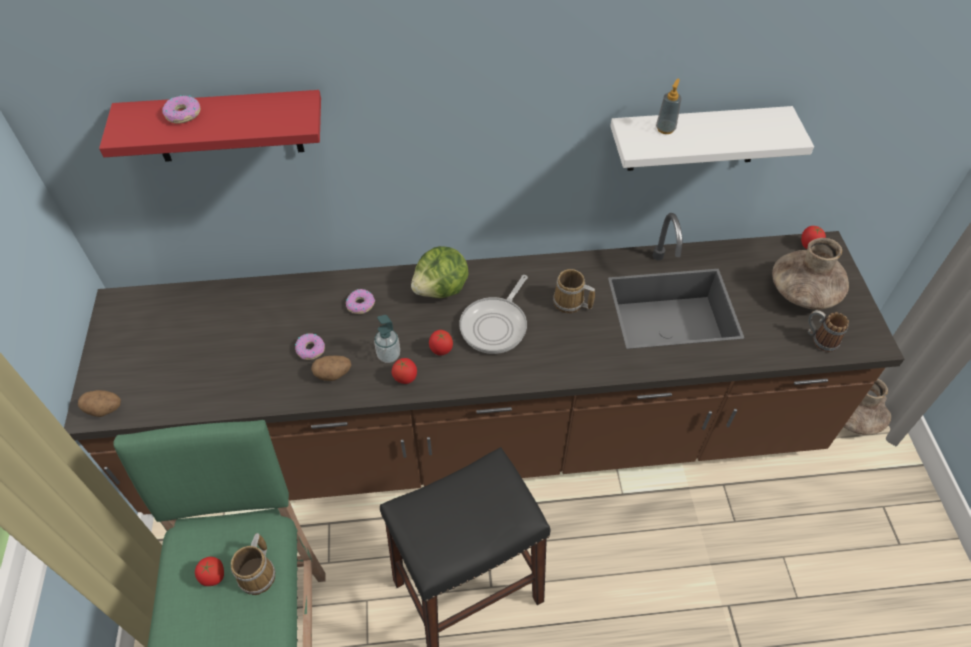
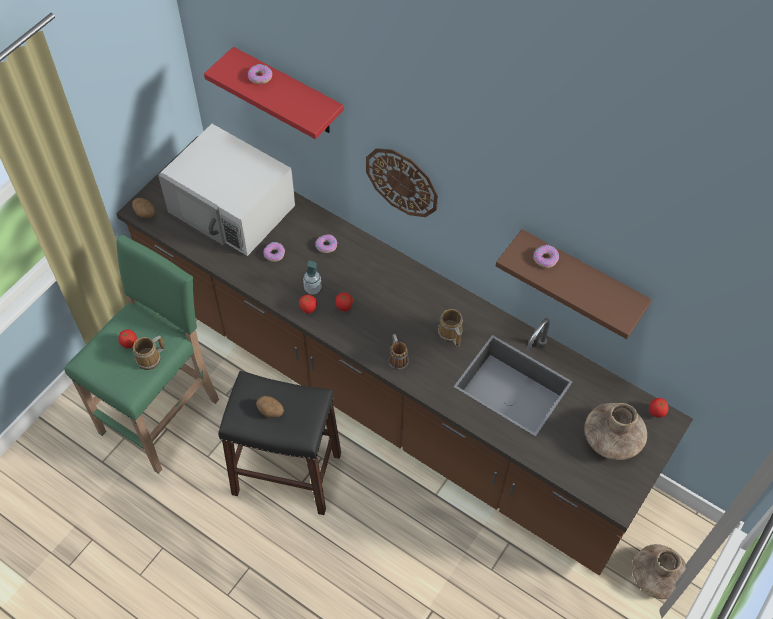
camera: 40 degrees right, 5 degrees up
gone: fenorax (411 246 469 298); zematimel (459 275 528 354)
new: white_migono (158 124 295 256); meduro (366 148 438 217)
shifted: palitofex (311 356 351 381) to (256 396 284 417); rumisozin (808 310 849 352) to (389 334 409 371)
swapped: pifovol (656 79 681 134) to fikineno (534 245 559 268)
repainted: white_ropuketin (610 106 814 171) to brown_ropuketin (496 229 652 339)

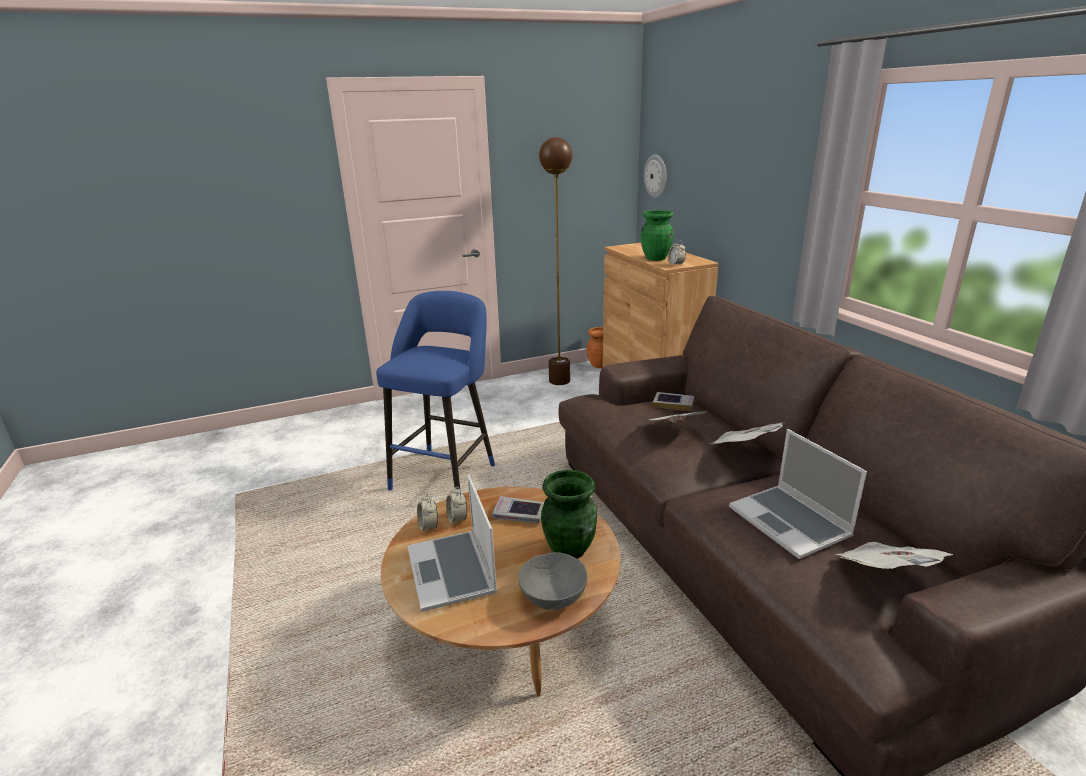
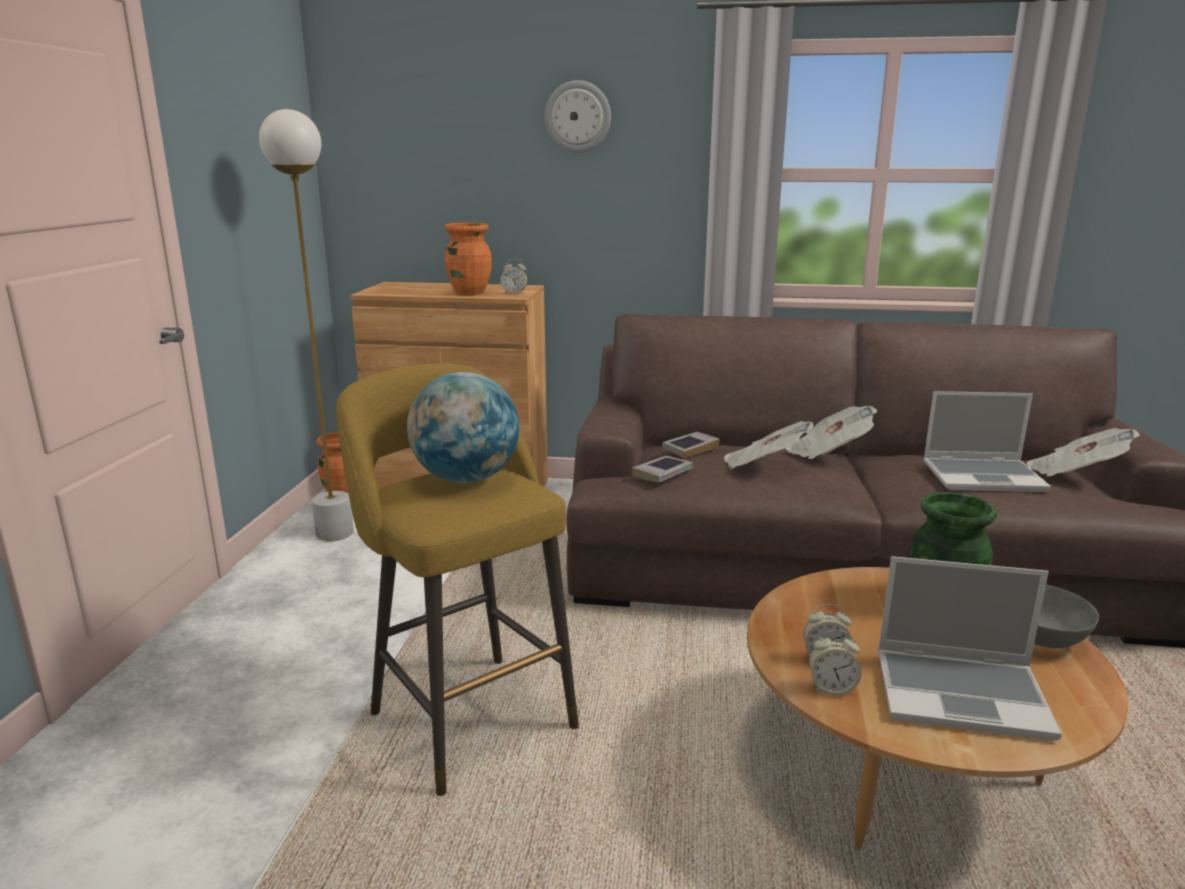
camera: 60 degrees left, 5 degrees down
new: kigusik (407 372 520 483)
shifted: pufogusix (492 496 544 524) to (632 456 693 482); meduro (644 154 667 198) to (545 80 611 152)
repainted: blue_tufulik (376 291 495 494) to yellow_tufulik (336 364 579 796); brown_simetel (539 137 572 385) to white_simetel (259 109 354 541); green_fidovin (641 210 673 261) to orange_fidovin (445 223 492 295)

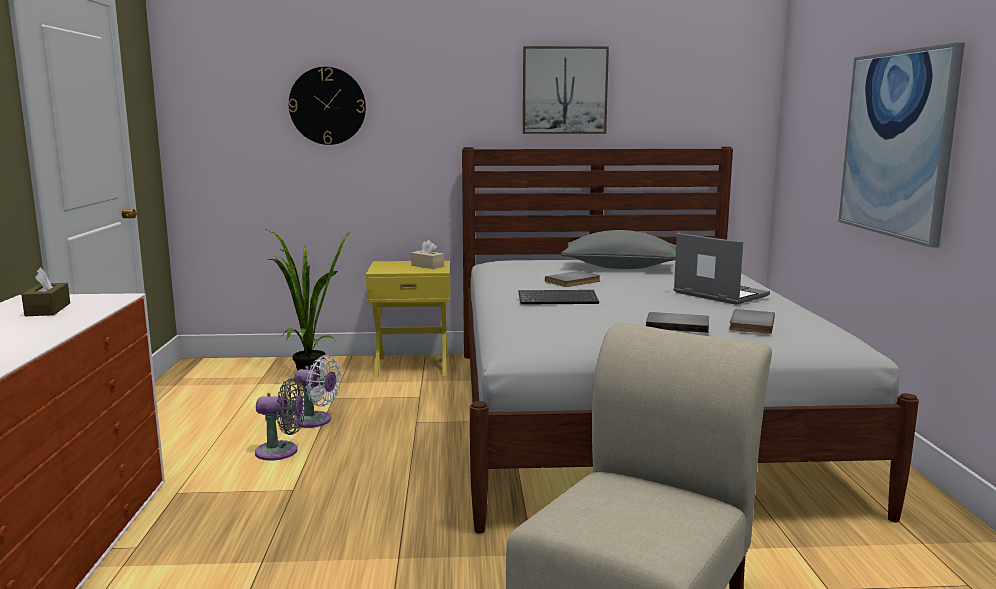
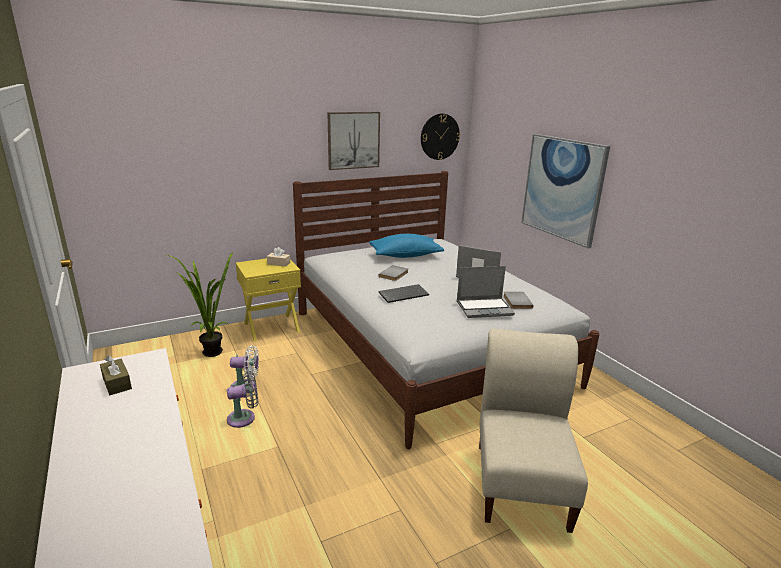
camera: 25 degrees left, 10 degrees up
shifted: meduro (289 67 366 145) to (421 114 460 160)
swapped: grey_pufogusix (646 312 709 333) to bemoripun (457 266 515 318)
repainted: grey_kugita (561 230 676 269) to blue_kugita (369 234 444 258)

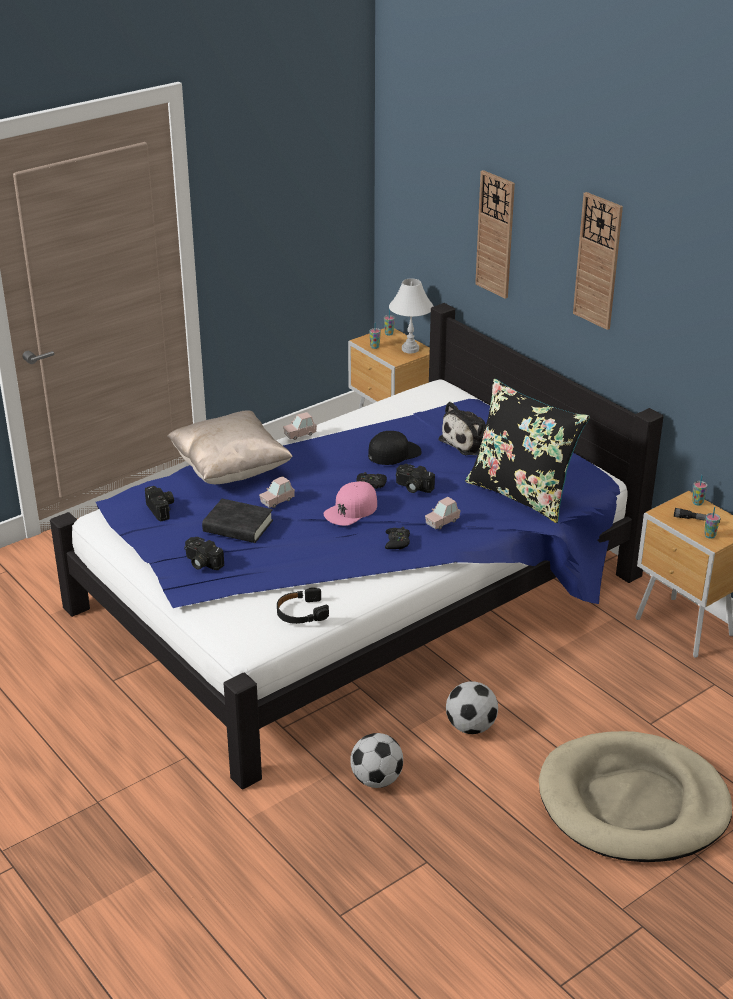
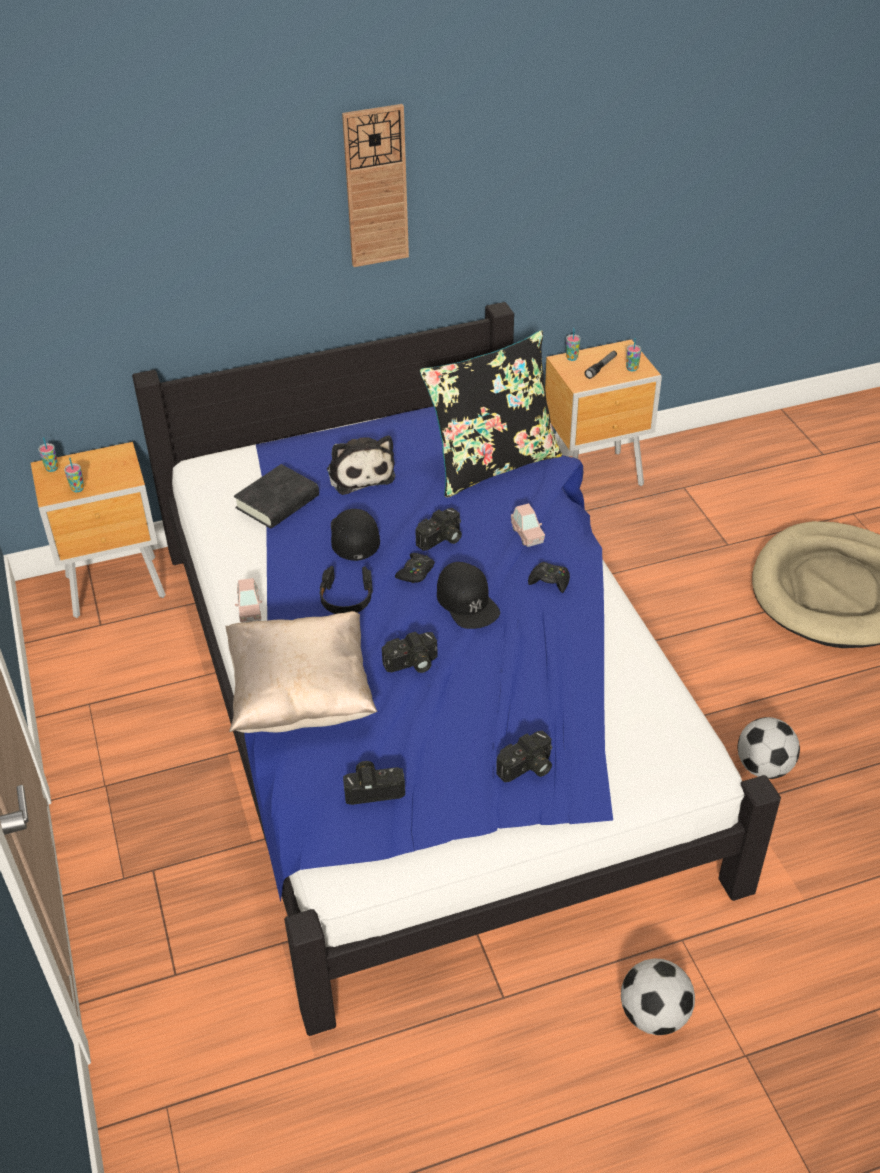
camera: 70 degrees left, 10 degrees up
gone: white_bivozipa (389 278 434 353); meduro (475 170 515 299)
shifted: black_pufogusix (202 499 273 543) to (234 464 319 528); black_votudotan (277 587 329 624) to (319 566 373 614); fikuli (446 681 498 734) to (621 958 695 1035)
swapped: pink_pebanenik (259 476 295 508) to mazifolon (382 632 438 673)
repainted: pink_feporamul (324 481 377 526) to black_feporamul (437 562 500 629)

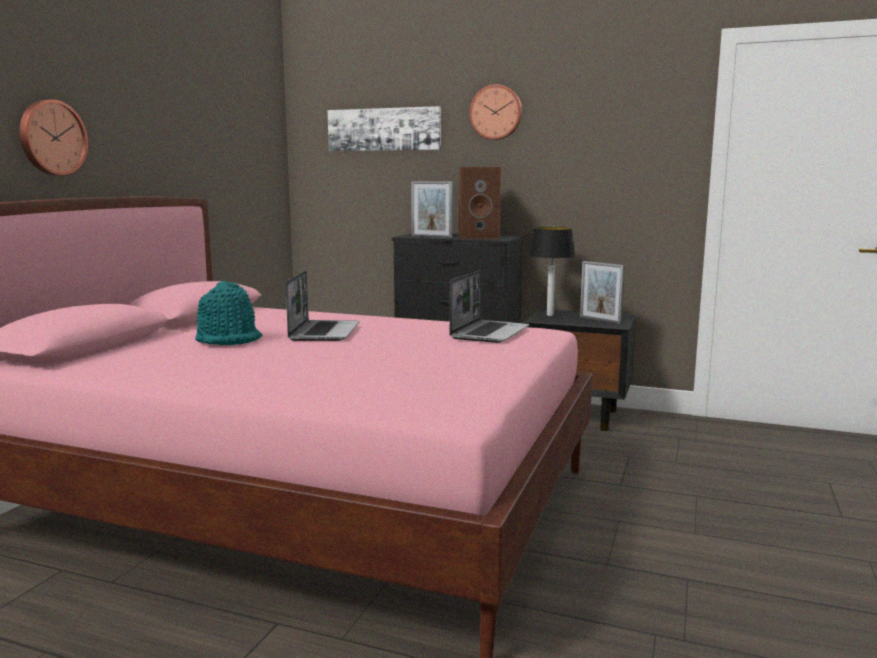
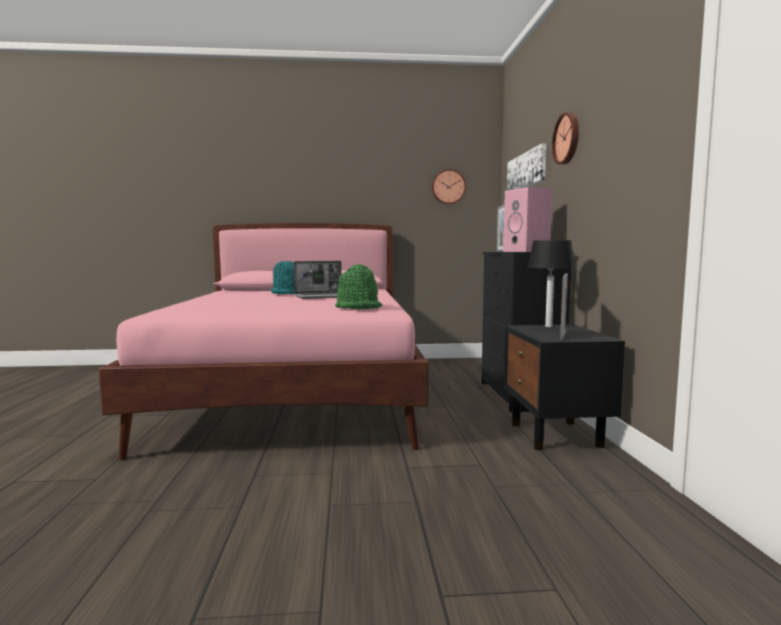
camera: 65 degrees right, 5 degrees down
shifted: meduro (19 99 88 176) to (432 169 466 205)
swapped: bemoripun (450 270 529 343) to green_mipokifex (335 264 382 309)
repainted: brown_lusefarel (459 167 501 239) to pink_lusefarel (503 187 552 252)

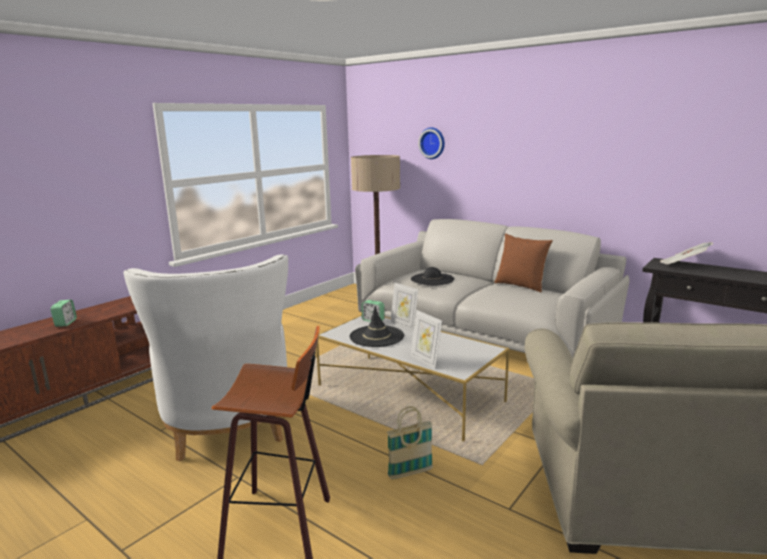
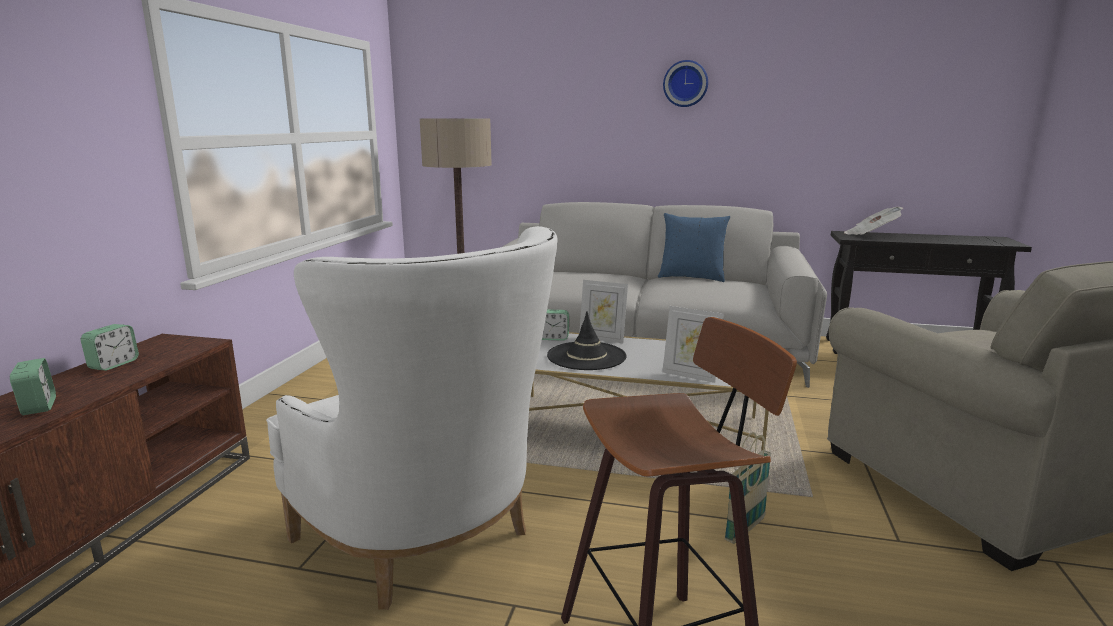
camera: 25 degrees left, 0 degrees up
gone: black_mipokifex (411 267 454 286)
new: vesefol (81 324 139 371)
shifted: meduro (418 127 445 159) to (663 60 708 107)
repainted: brown_kugita (494 234 553 293) to blue_kugita (658 213 730 282)

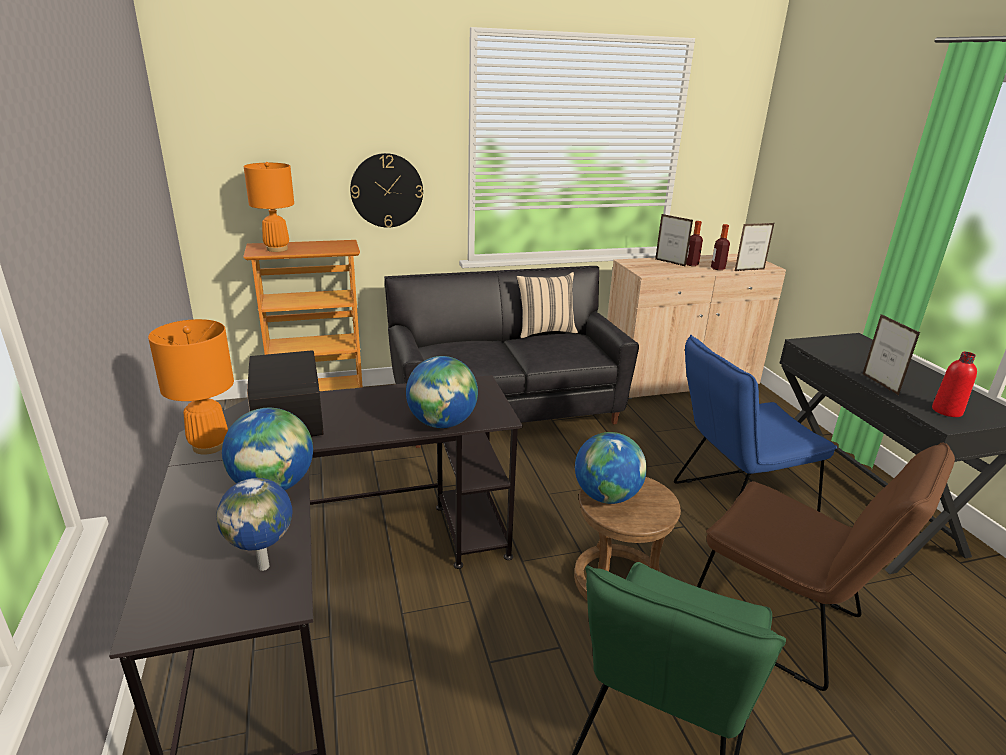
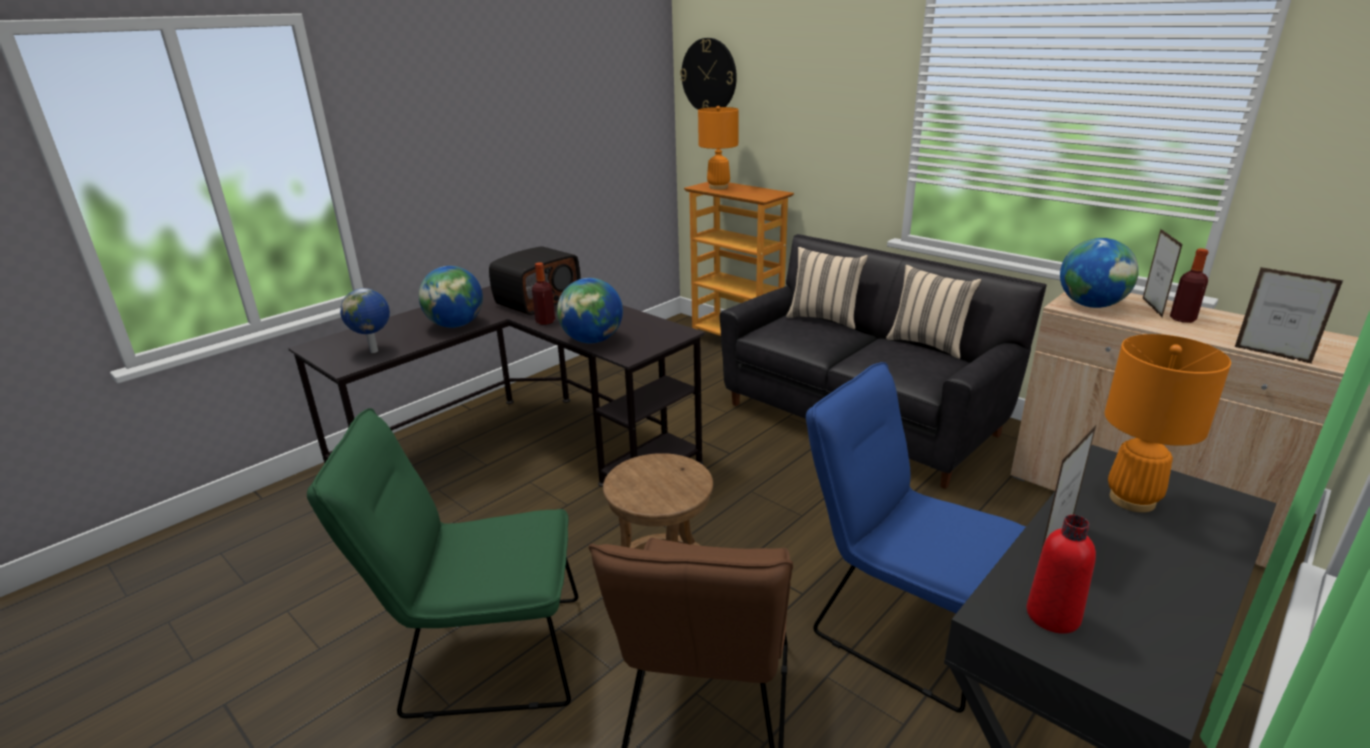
camera: 60 degrees right, 0 degrees up
new: beige_kugita (786 247 868 329)
shifted: orange_bivozipa (148 319 234 455) to (1105 334 1231 513); meduro (350 153 423 228) to (680 38 737 110); kigusik (575 432 647 504) to (1060 238 1139 308); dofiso (711 224 730 270) to (532 263 555 325)

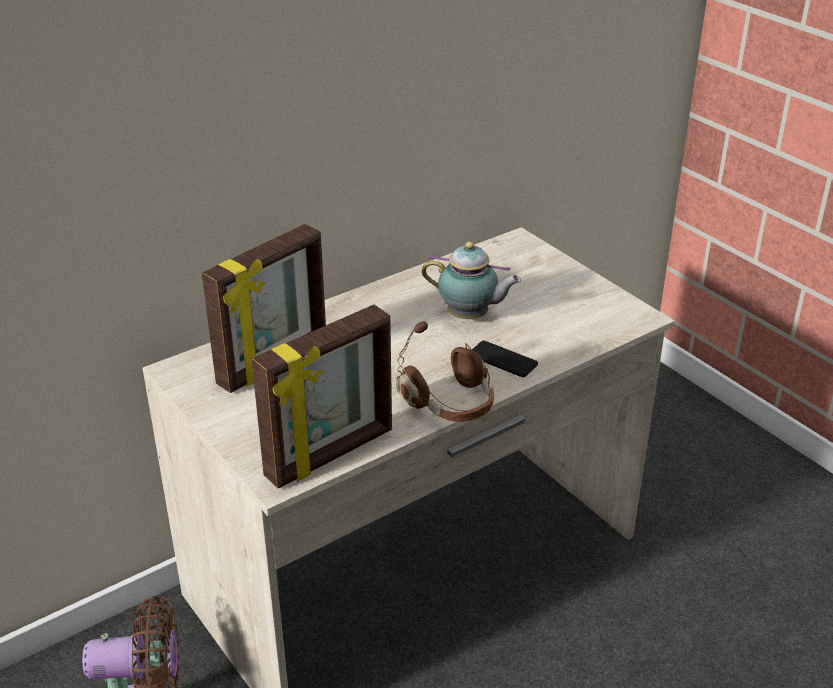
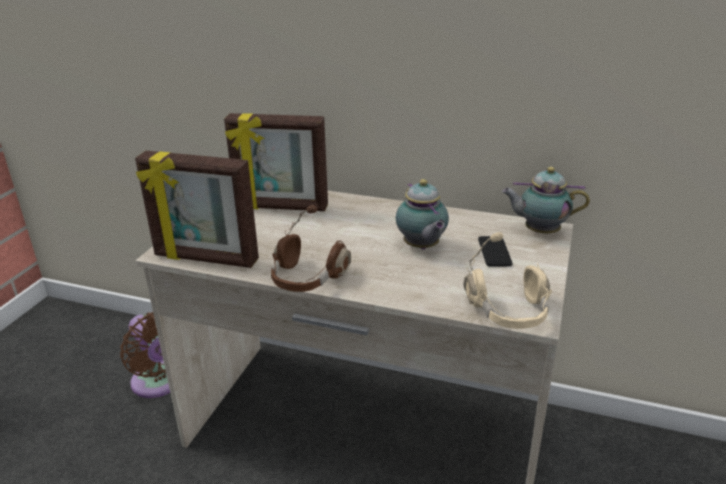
camera: 55 degrees right, 5 degrees down
new: beige_votudotan (464 232 552 329); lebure (502 167 590 234)
shifted: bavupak (472 340 538 377) to (478 236 512 267)

